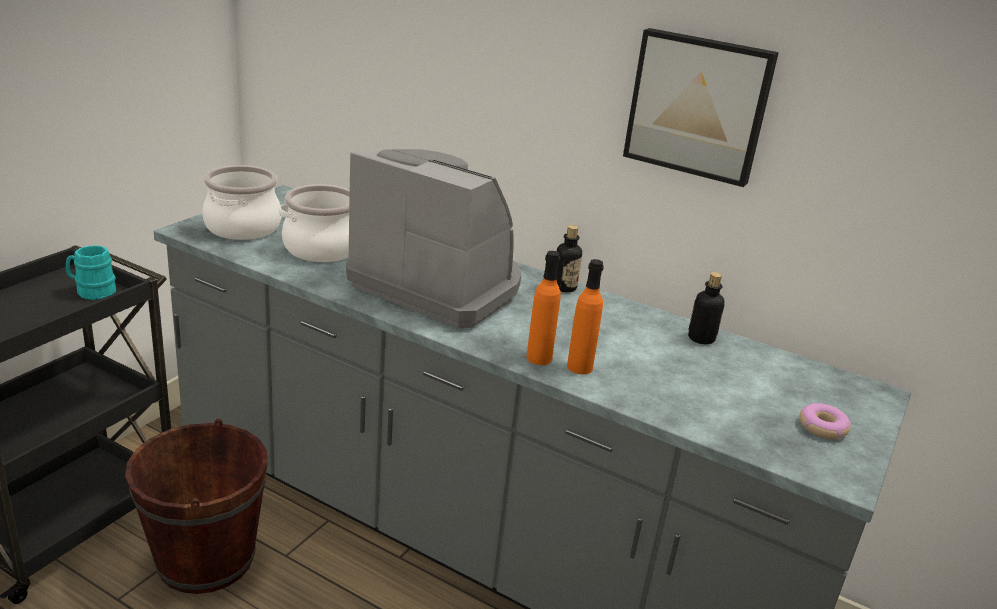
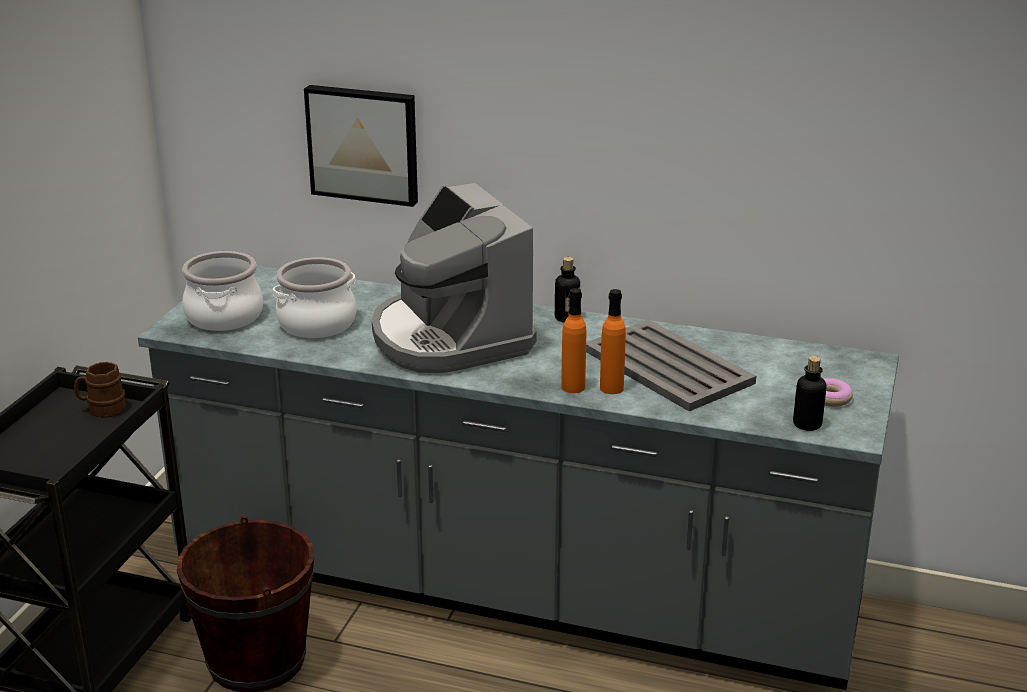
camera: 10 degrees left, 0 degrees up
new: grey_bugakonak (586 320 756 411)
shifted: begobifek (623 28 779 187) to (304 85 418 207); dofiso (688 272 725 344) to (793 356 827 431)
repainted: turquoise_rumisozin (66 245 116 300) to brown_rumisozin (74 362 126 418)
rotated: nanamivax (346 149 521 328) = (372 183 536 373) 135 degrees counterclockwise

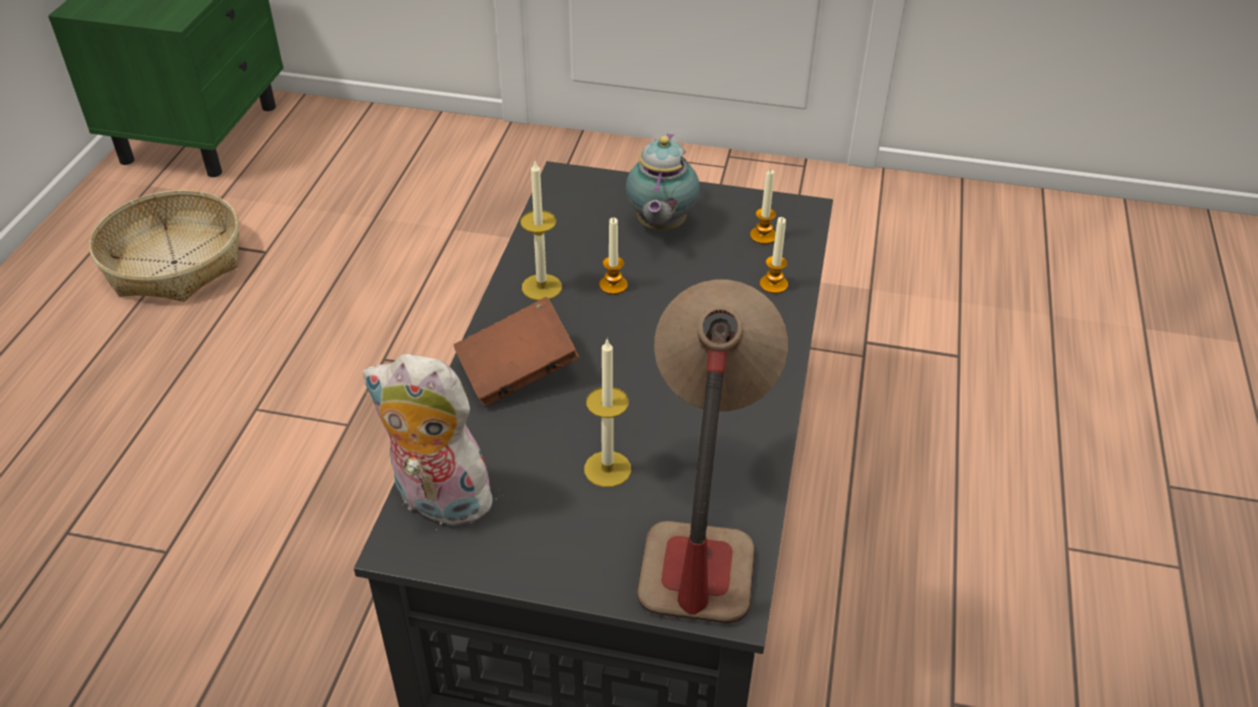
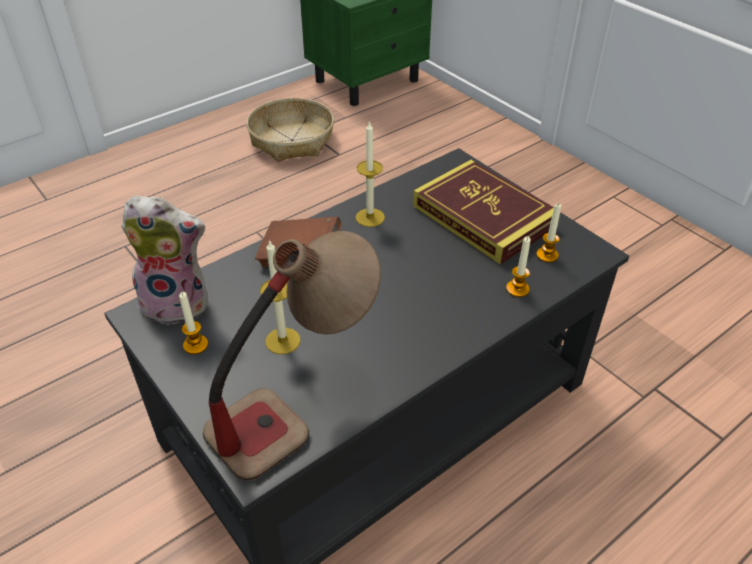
camera: 40 degrees right, 0 degrees up
shifted: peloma (599 217 628 295) to (179 292 208 355)
swapped: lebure (626 133 700 230) to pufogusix (413 160 554 265)
rotated: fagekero (363 354 504 530) = (121 195 208 325) 120 degrees clockwise

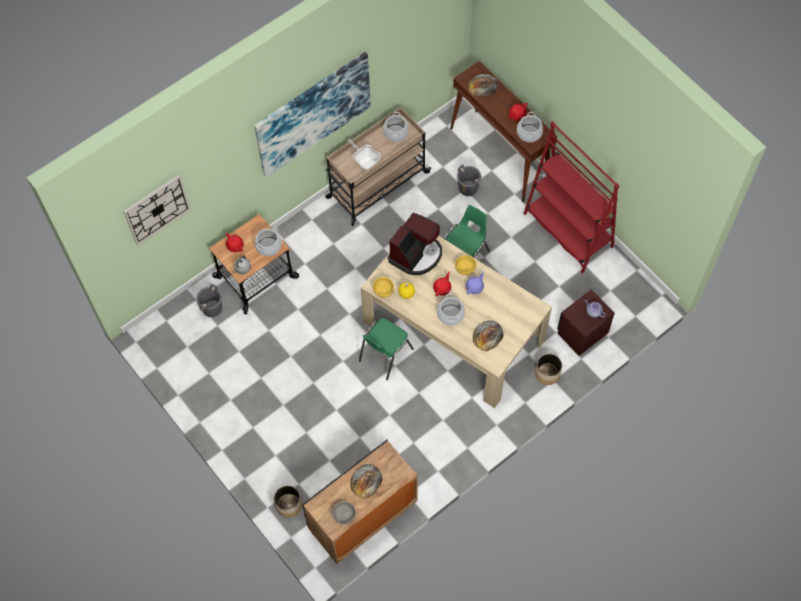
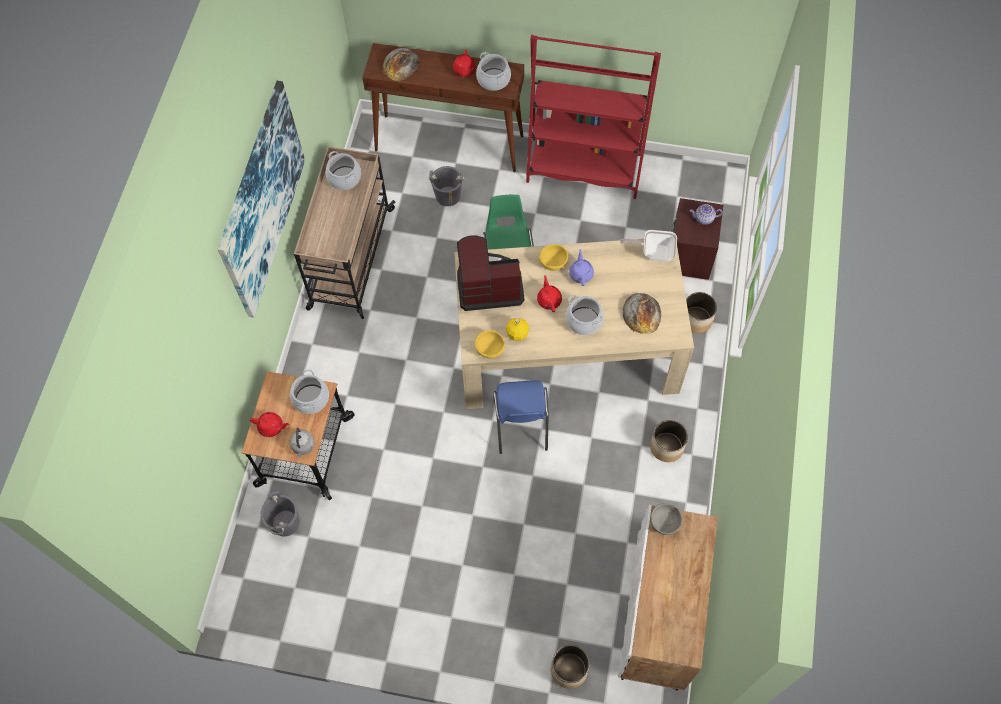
camera: 40 degrees left, 0 degrees up
gone: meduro (123 175 191 245); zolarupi (350 464 383 499)
new: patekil (650 420 688 462)
shifted: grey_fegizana (332 501 356 524) to (650 503 683 535); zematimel (347 139 381 170) to (620 230 677 262)
repainted: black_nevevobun (302 440 418 564) to white_nevevobun (618 505 718 691); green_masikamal (359 318 414 380) to blue_masikamal (494 380 549 454)
rotated: nanamivax (388 213 442 275) = (457 235 525 311) 90 degrees counterclockwise

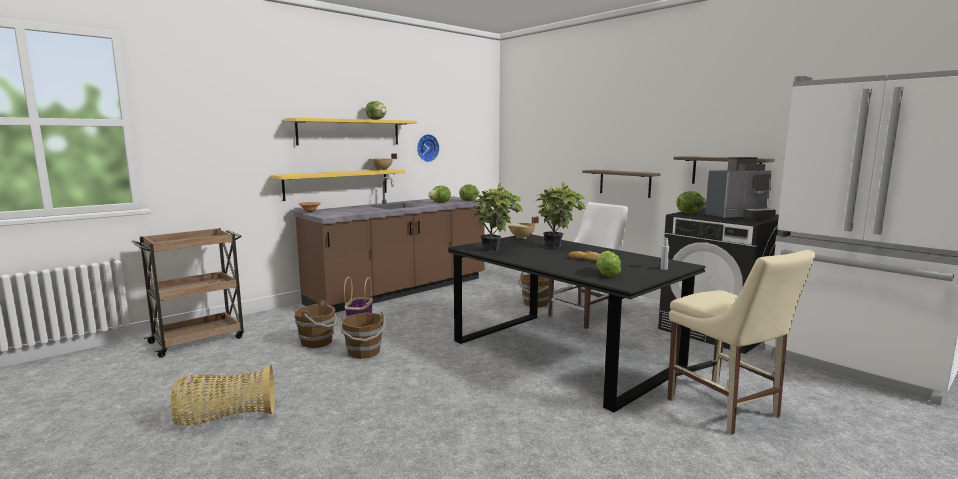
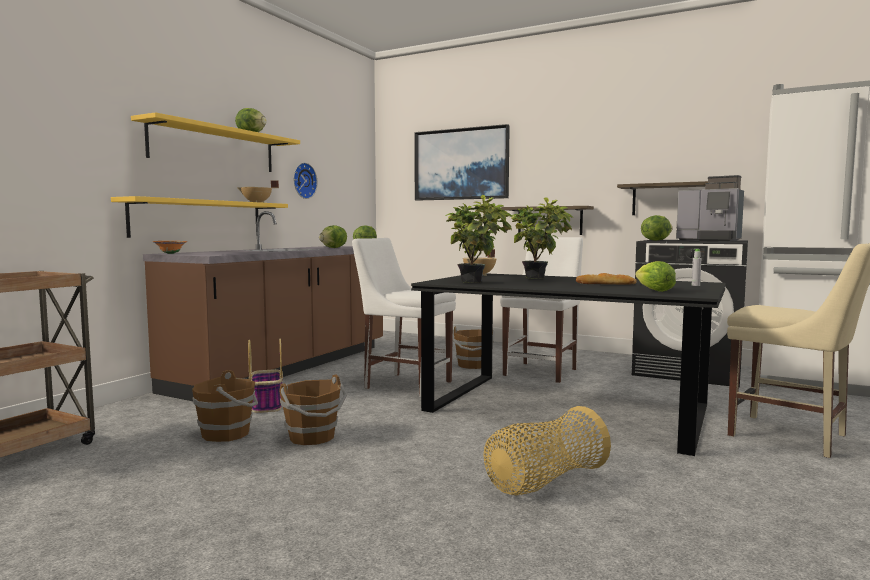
camera: 20 degrees left, 5 degrees down
new: white_masikamal (352 238 456 397); begobifek (414 124 510 201)
shifted: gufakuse (171 365 274 425) to (483 406 611 496)
rotated: nanamivax (705 157 776 220) = (676 175 744 242) 75 degrees clockwise

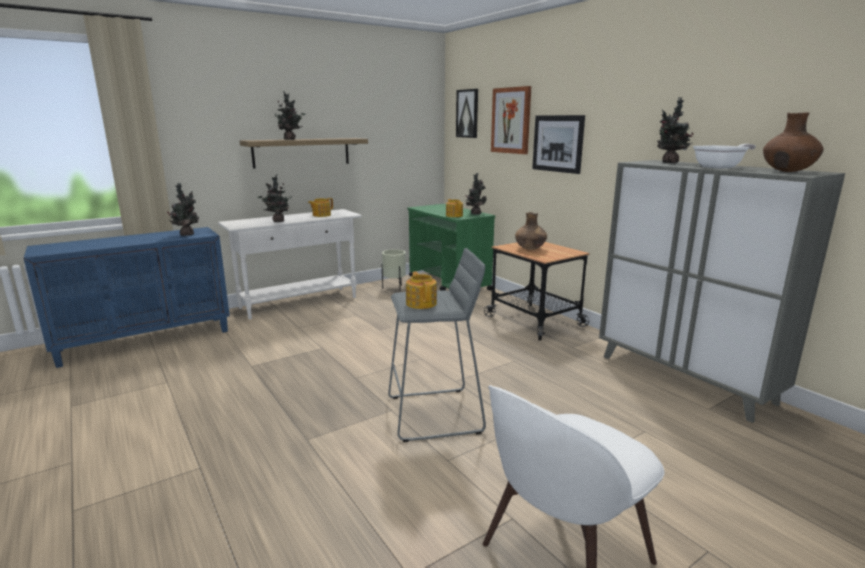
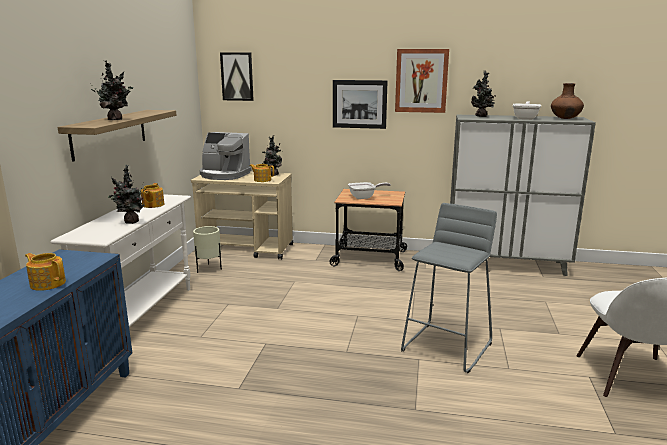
camera: 45 degrees left, 0 degrees up
gone: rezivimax (168 183 199 236)
new: nanamivax (200 132 252 180)
shifted: lebure (406 271 437 309) to (25 253 66 291); begobifek (491 86 531 154) to (395 49 449 113)
swapped: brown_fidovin (515 212 547 250) to zematimel (348 182 391 199)
repainted: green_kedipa (408 204 495 291) to beige_kedipa (191 172 293 260)

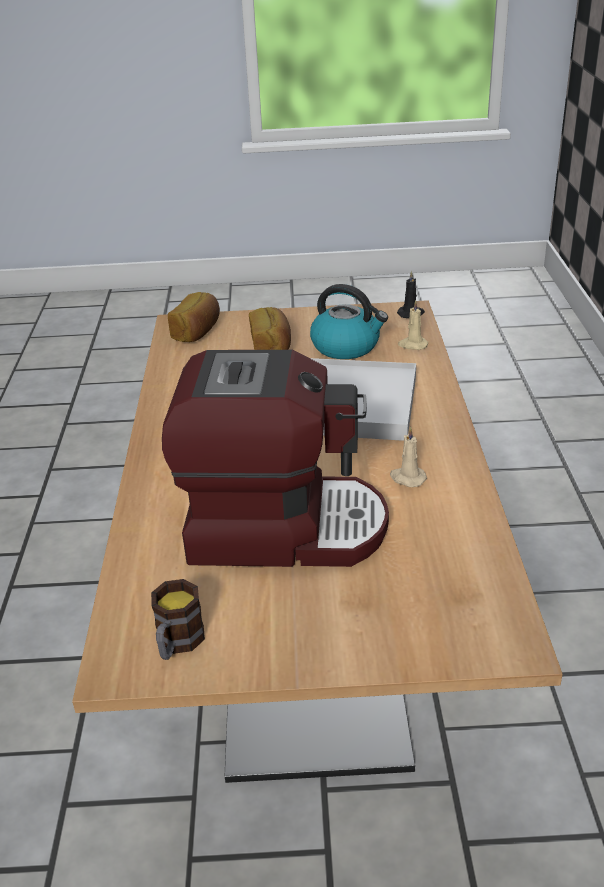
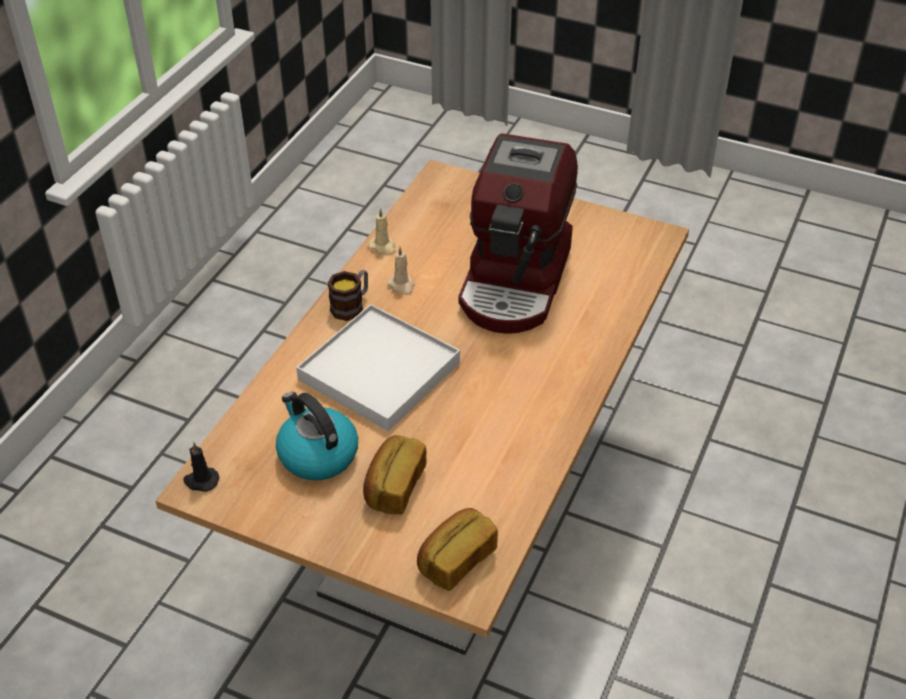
camera: 155 degrees left, 10 degrees up
shifted: rumisozin (151 579 205 660) to (328 270 368 321); beige_peloma (398 300 428 350) to (369 208 396 254)
rotated: nanamivax (162 350 389 567) = (458 133 578 333) 105 degrees counterclockwise

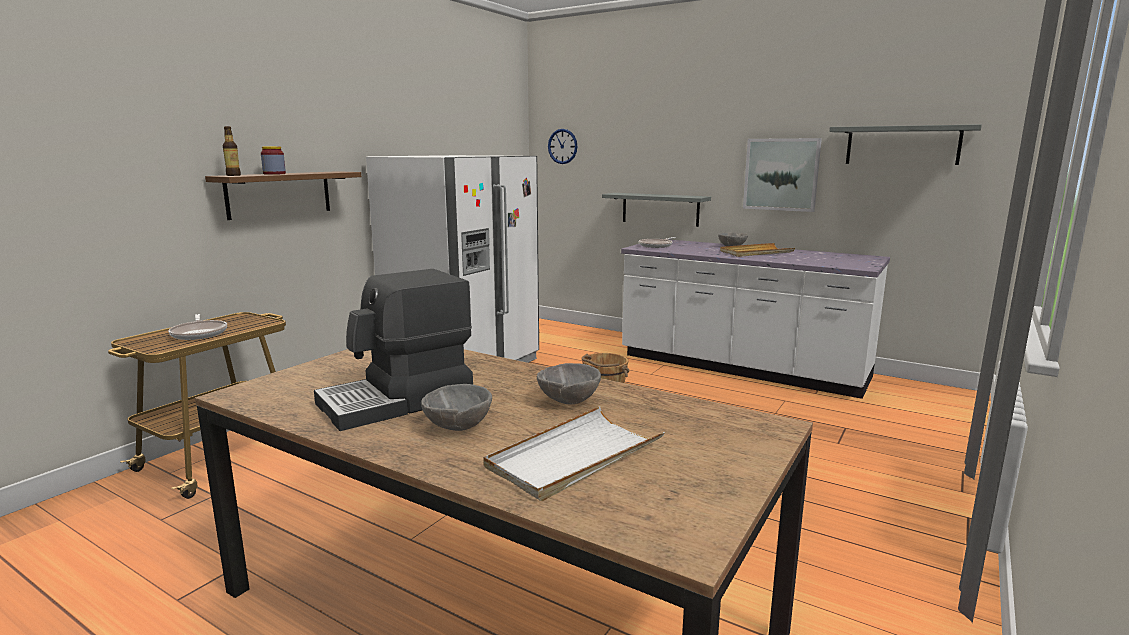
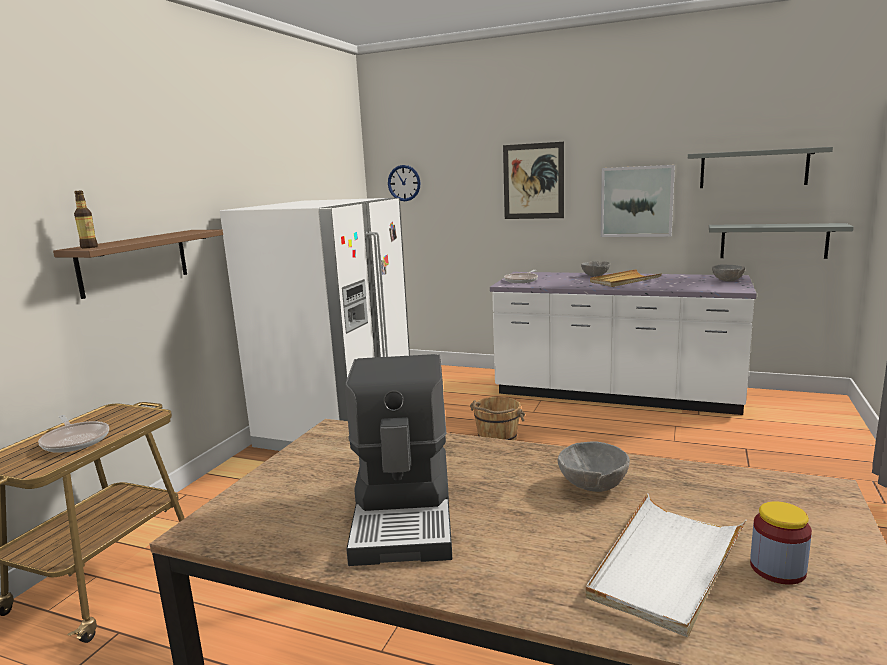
camera: 10 degrees left, 0 degrees up
new: begobifek (503 142 564 219)
shifted: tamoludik (261 146 286 175) to (750 501 812 585); grey_fegizana (421 384 492 431) to (712 265 745 281); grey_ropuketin (602 193 711 227) to (709 223 854 259)
rotated: nanamivax (314 269 473 431) = (345 354 452 566) 45 degrees counterclockwise

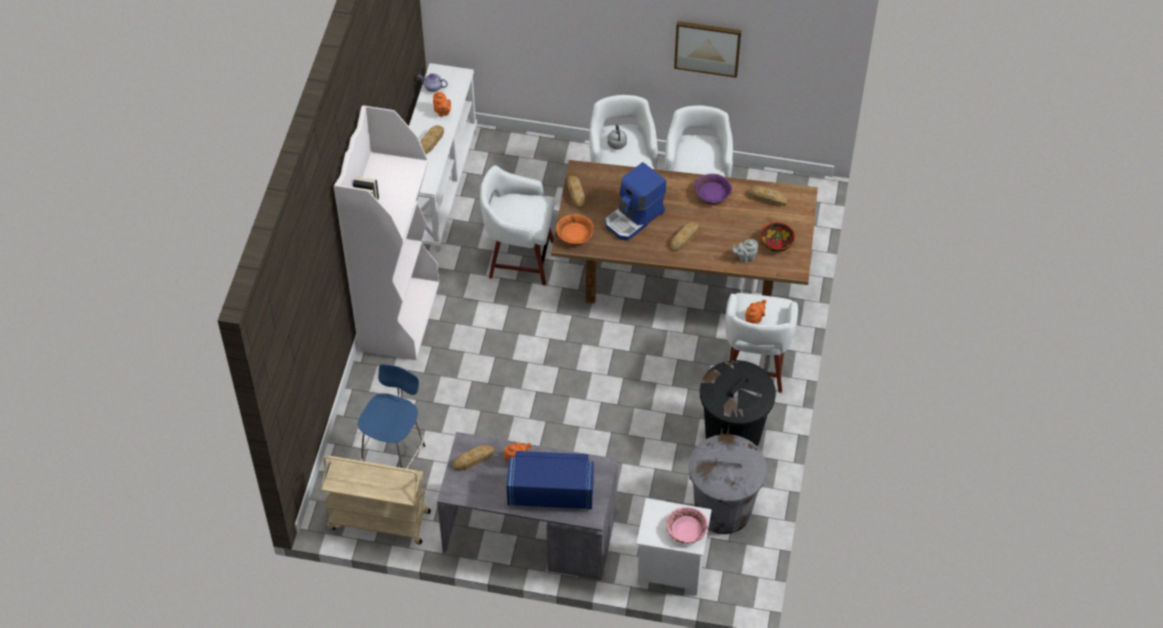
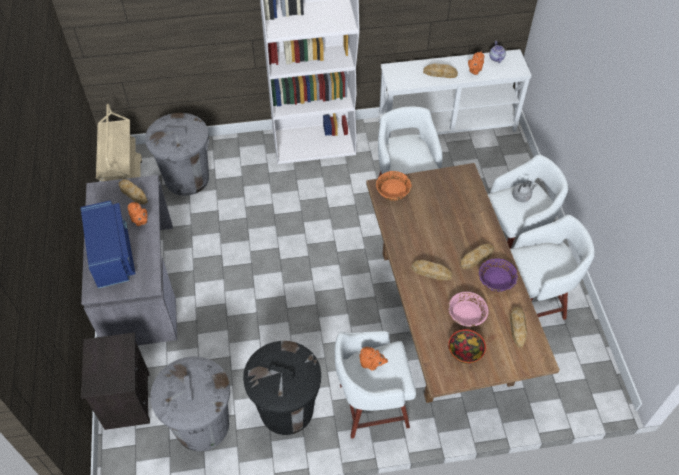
camera: 70 degrees right, 0 degrees up
gone: nanamivax (605 162 666 241); begobifek (674 21 741 78); grey_lebure (732 239 758 263)
shifted: zolarupi (568 176 585 209) to (460 244 494 269); pink_fegizana (666 507 708 544) to (448 292 488 327)
swapped: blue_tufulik (358 364 425 469) to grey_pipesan (145 113 209 196)
repainted: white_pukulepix (636 498 712 595) to black_pukulepix (81 332 150 430)

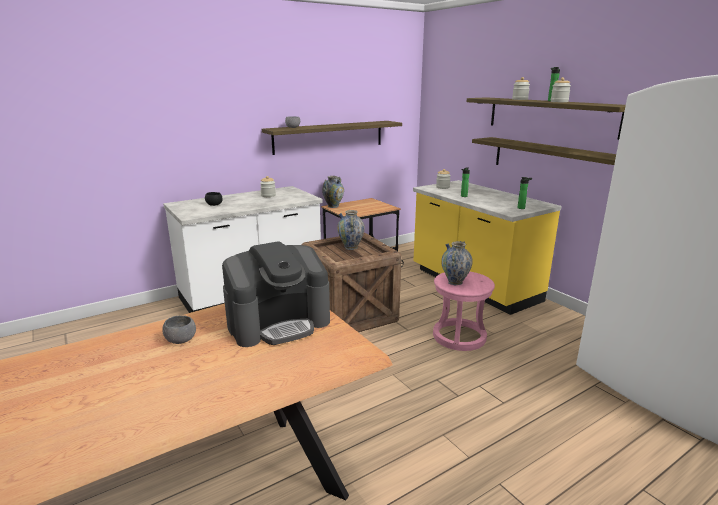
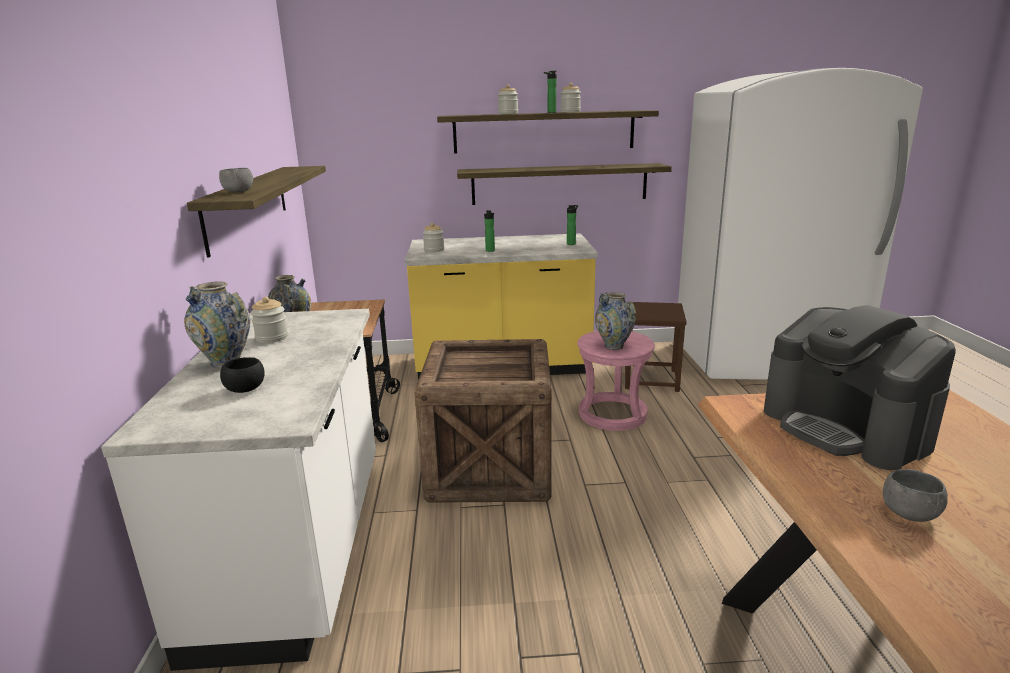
camera: 60 degrees left, 0 degrees up
new: brown_tufulik (625 302 686 392)
shifted: fidovin (337 210 365 250) to (184 281 250 368)
rotated: nanamivax (222 241 330 347) = (764 305 956 470) 150 degrees clockwise

